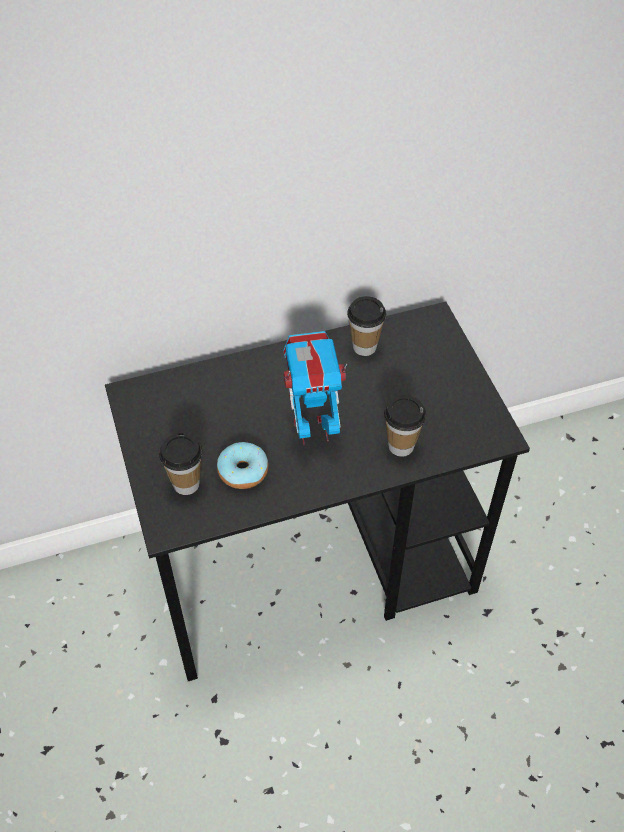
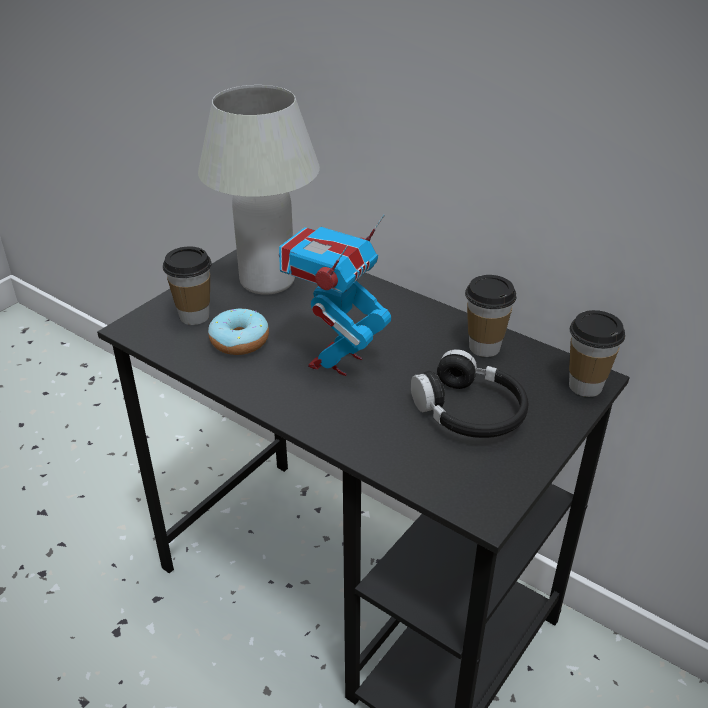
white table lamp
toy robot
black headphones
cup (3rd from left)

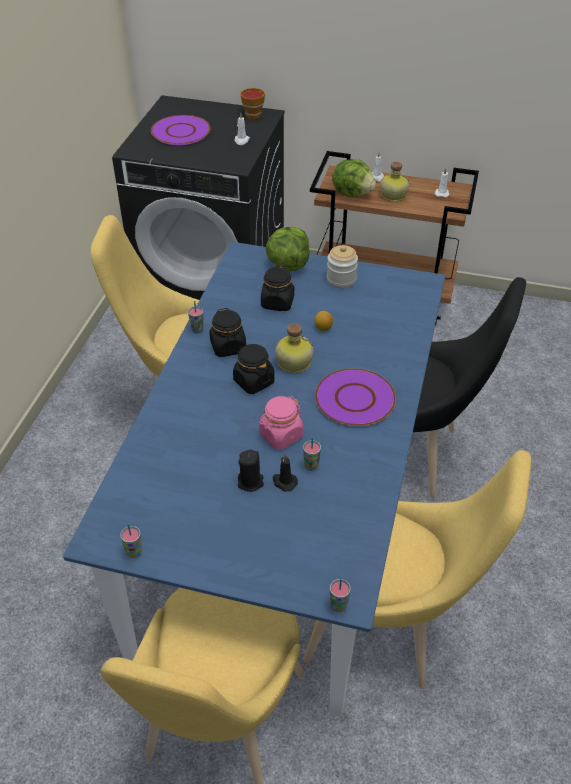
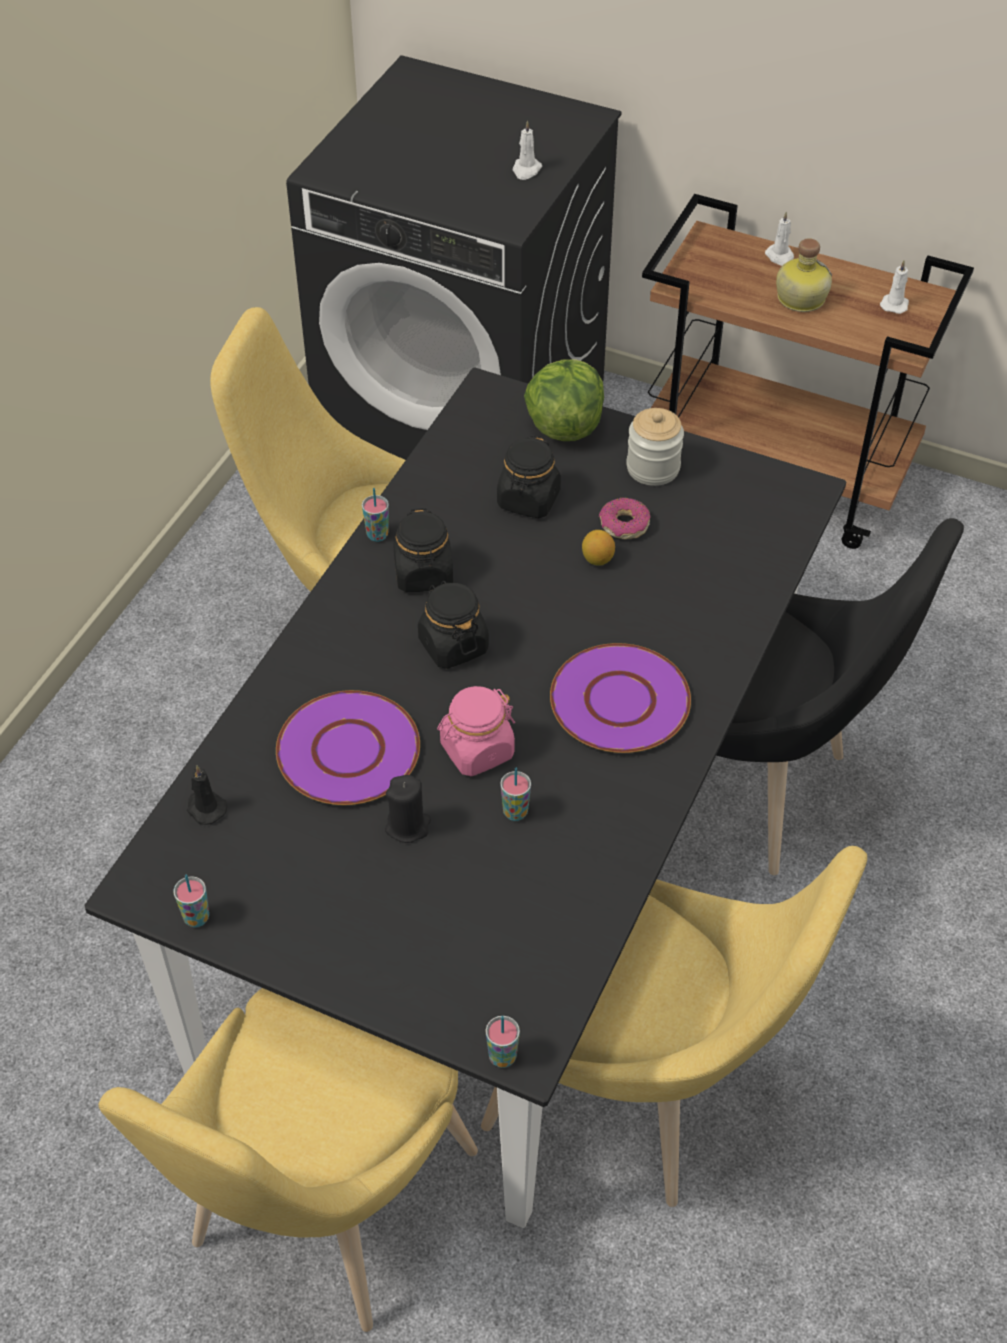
black dining table
black candle (1st from left)
purple plate (1st from left)
donut
cup (3rd from left in the first image)
bottle (1st from left in the first image)
lettuce (2nd from left in the first image)

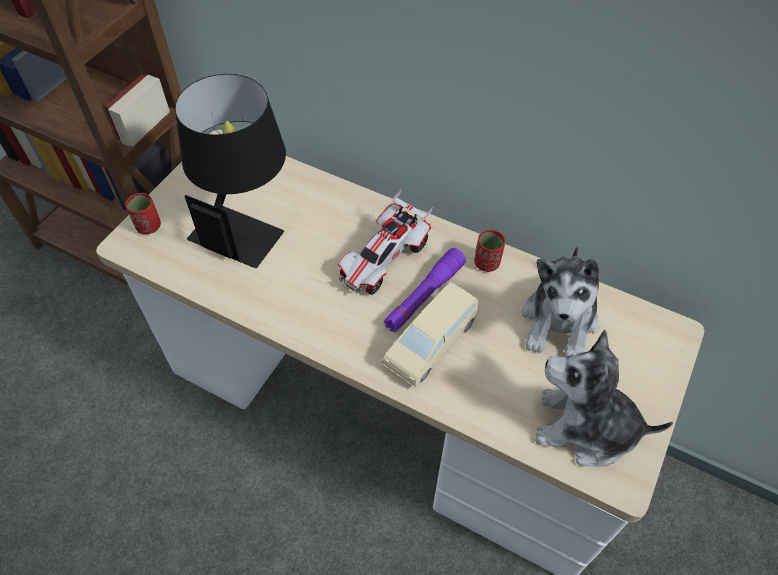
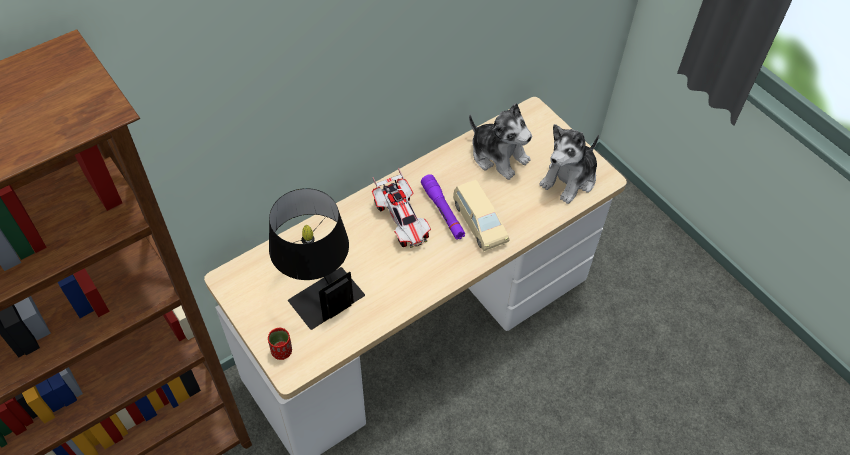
red cup (2nd from left in the first image)

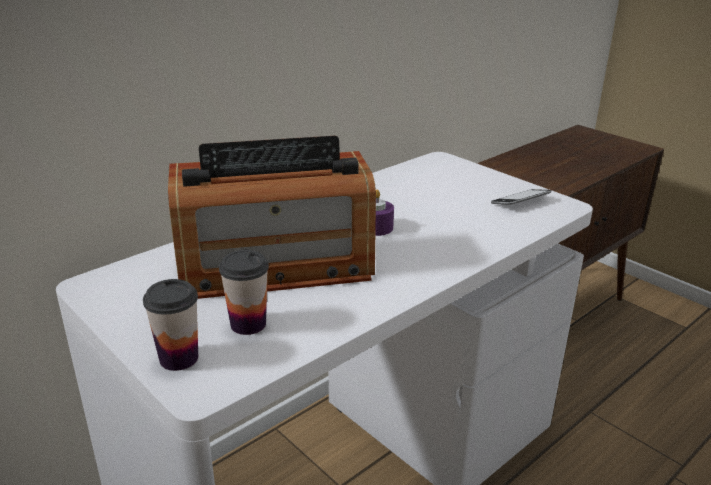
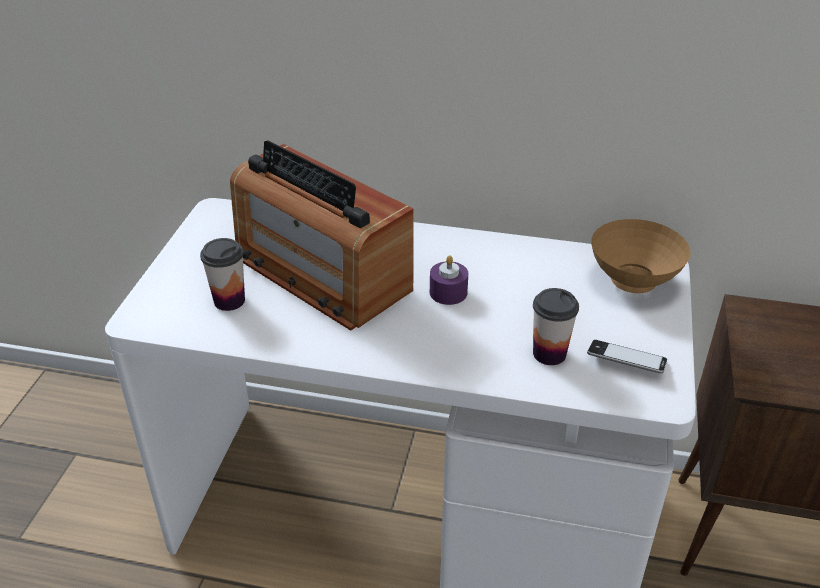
cup (2nd from left)
brown bowl

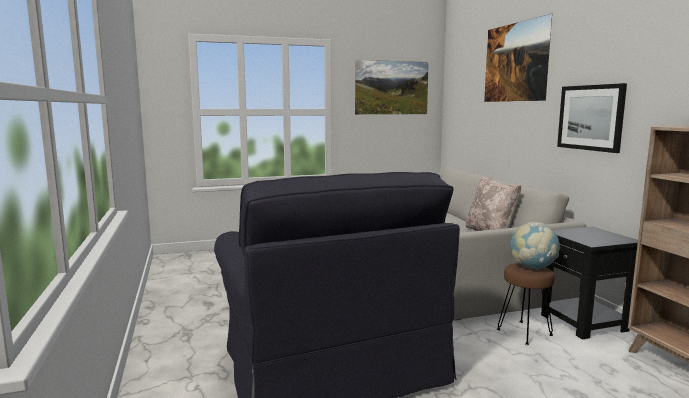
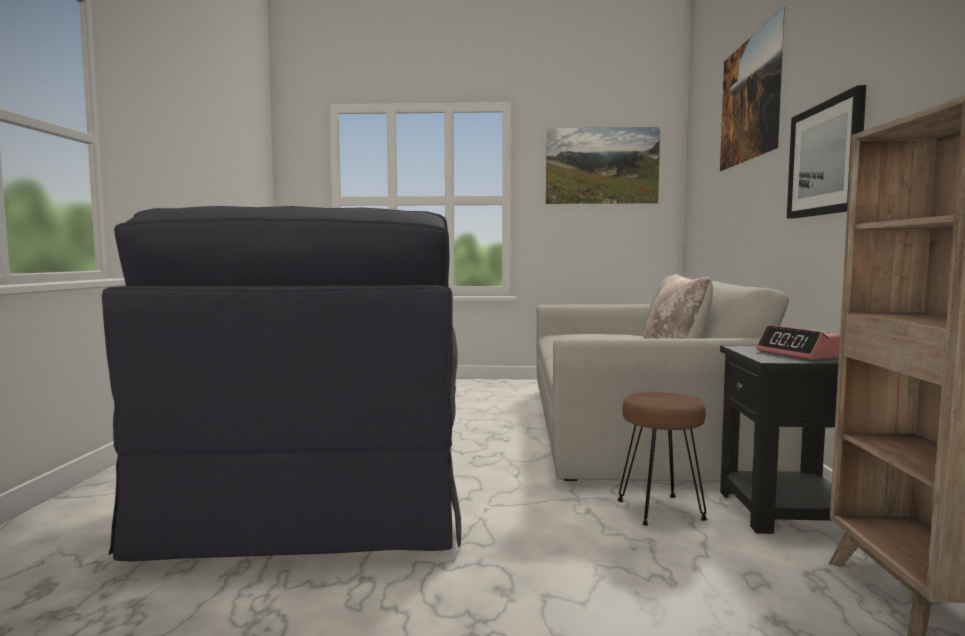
alarm clock
globe

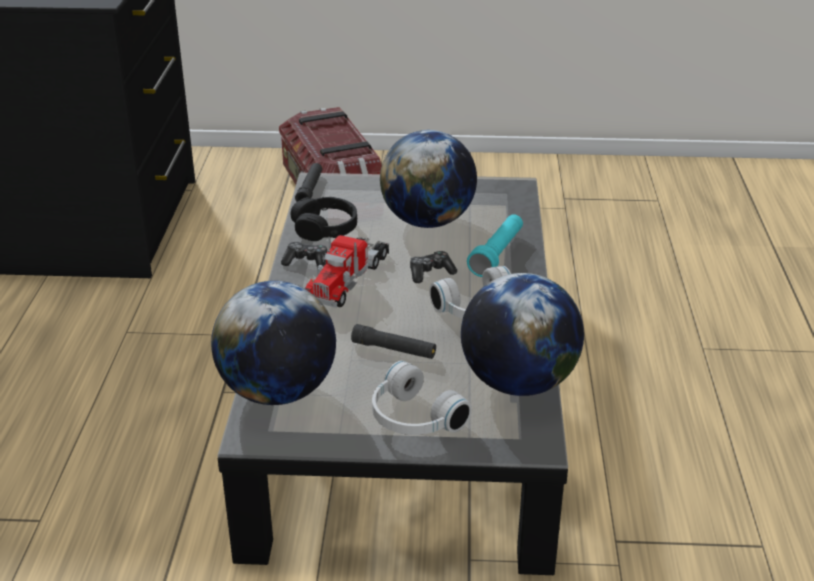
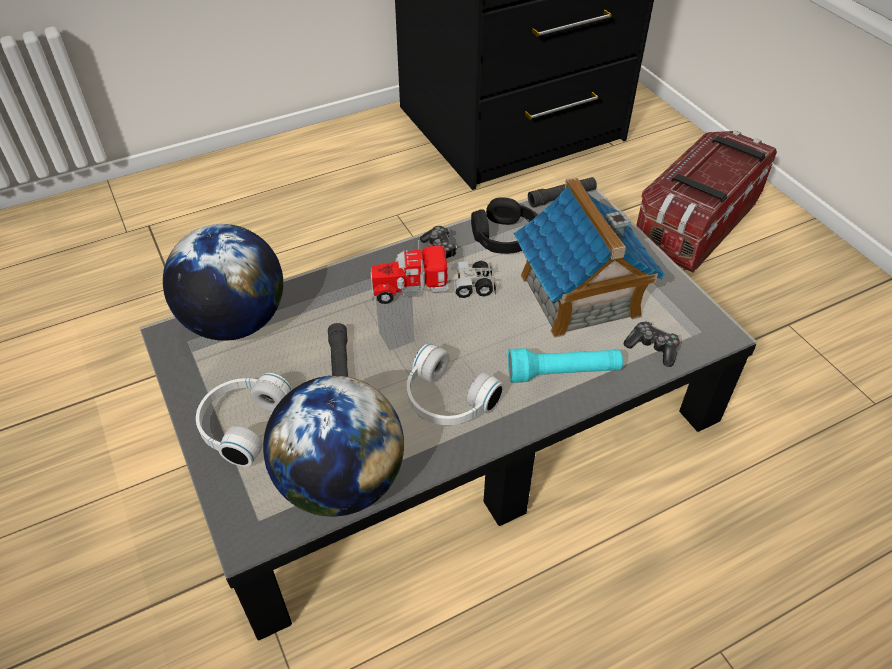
toy house
game controller (2nd from left)

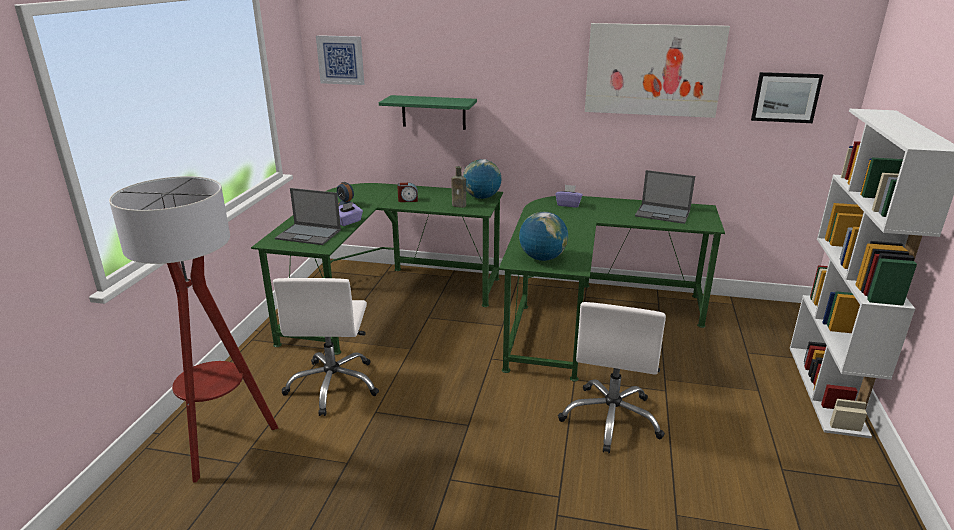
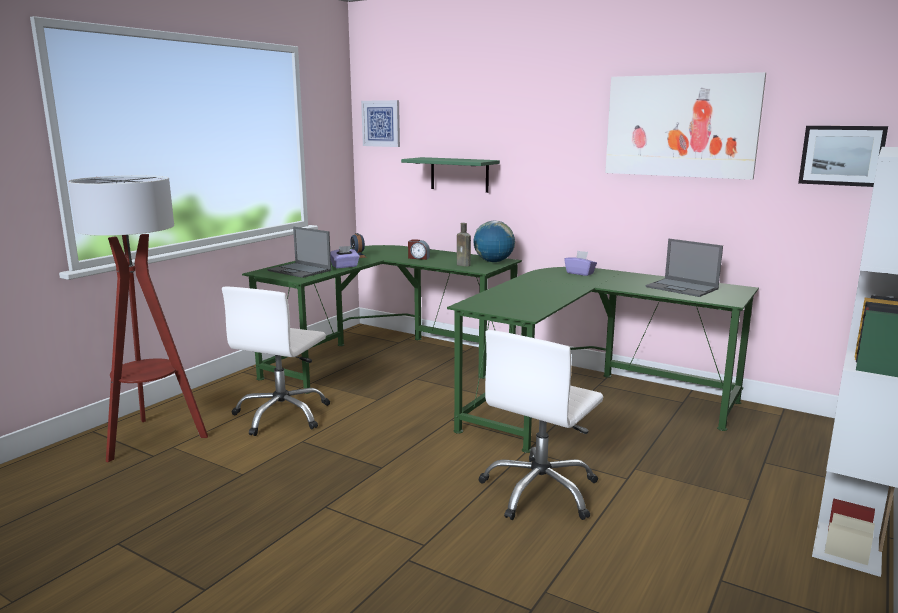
globe (2nd from left in the first image)

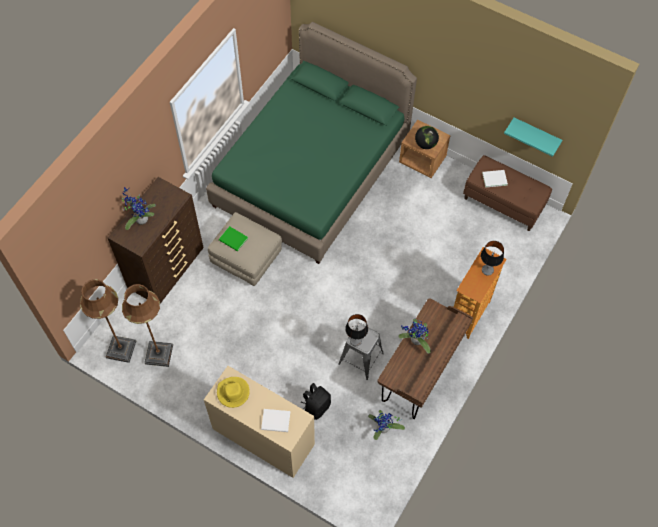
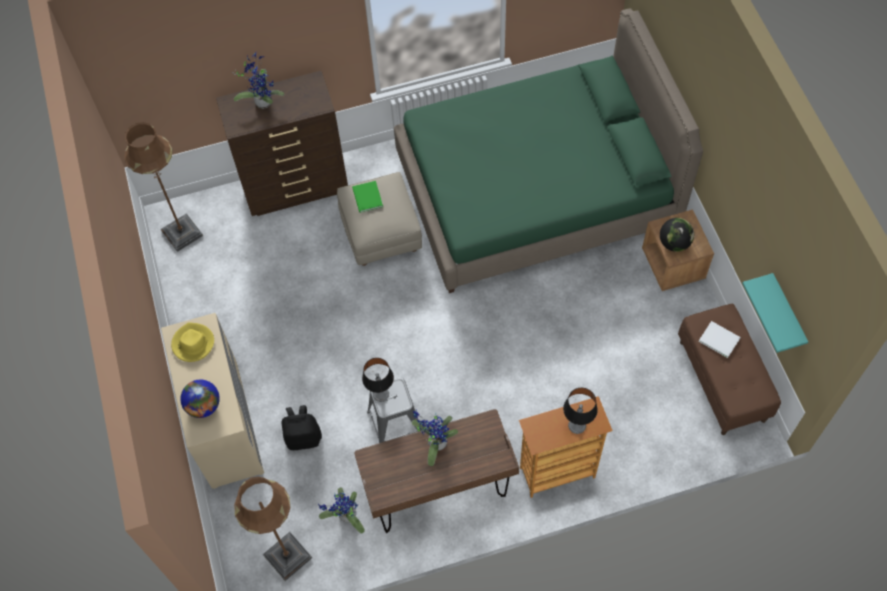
globe (1st from left)
brown floor lamp (2nd from left)

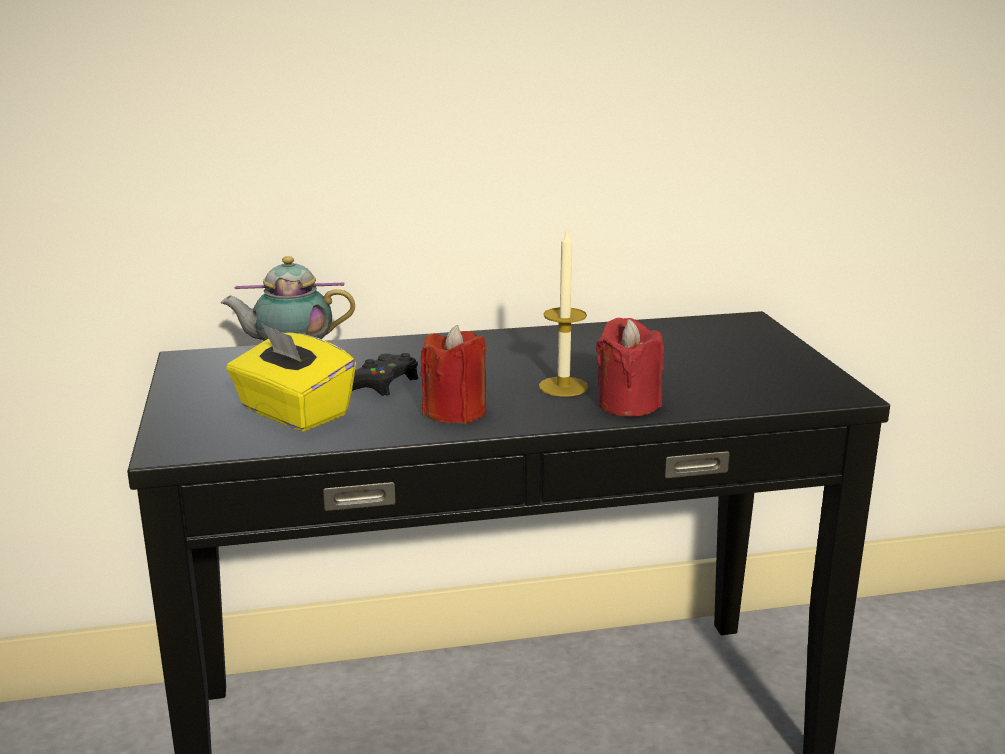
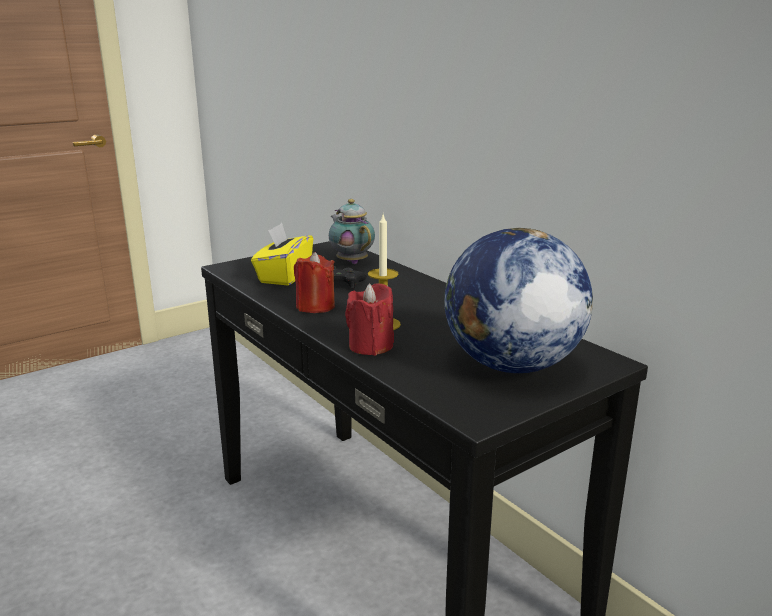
globe

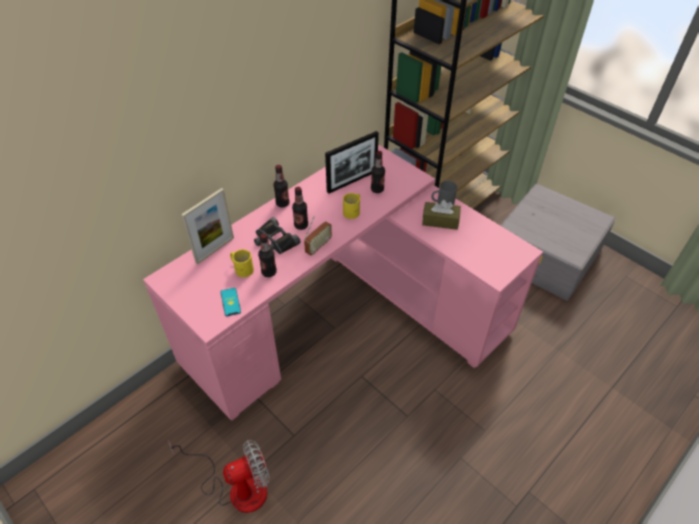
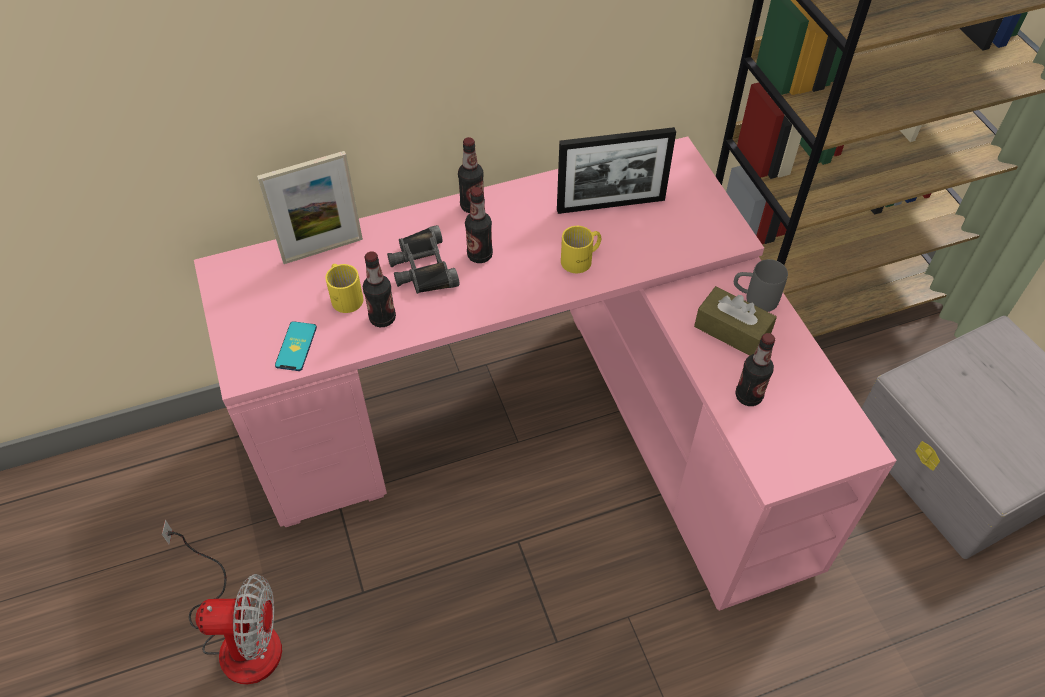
bottle (4th from left)
radio

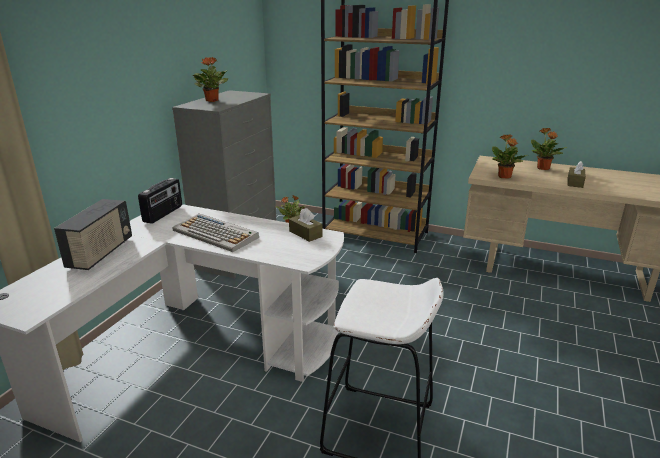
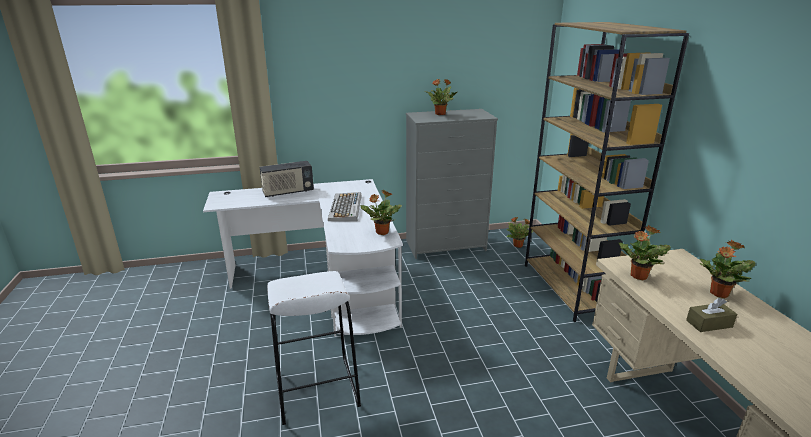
potted plant (1st from left)
radio (2nd from left in the first image)

